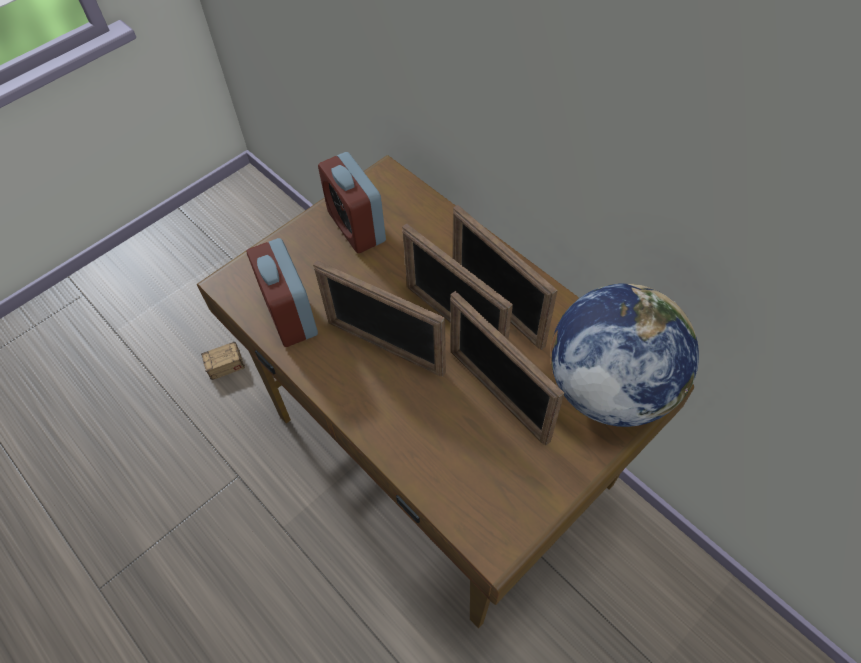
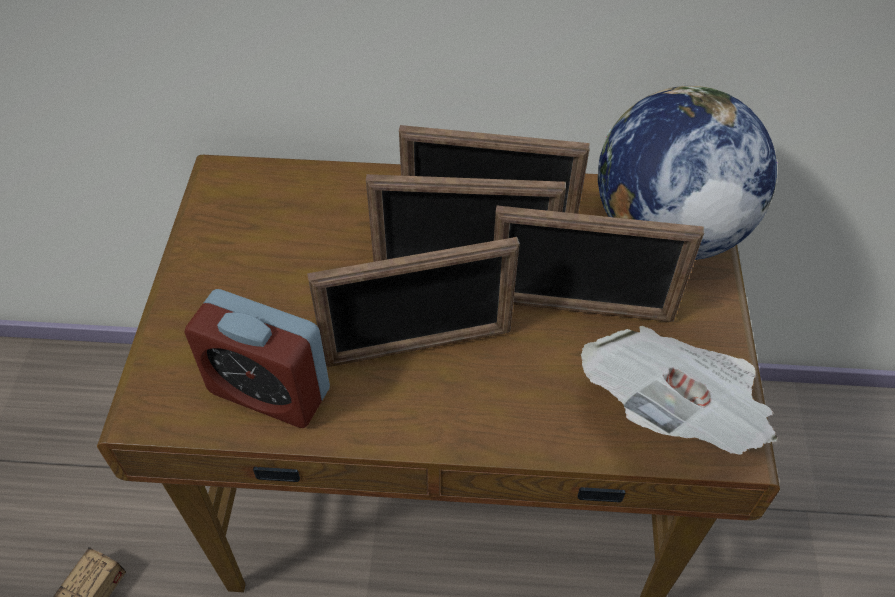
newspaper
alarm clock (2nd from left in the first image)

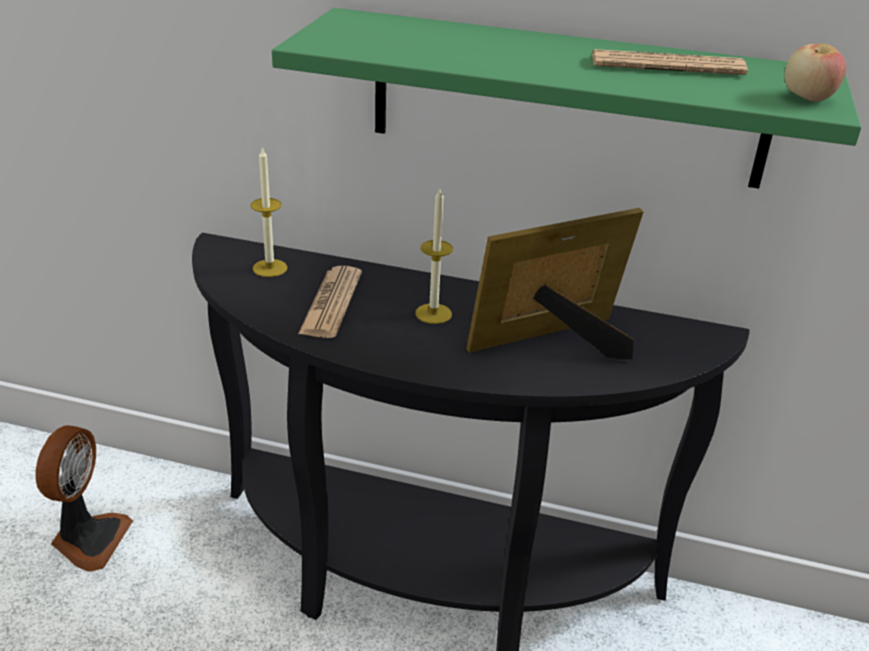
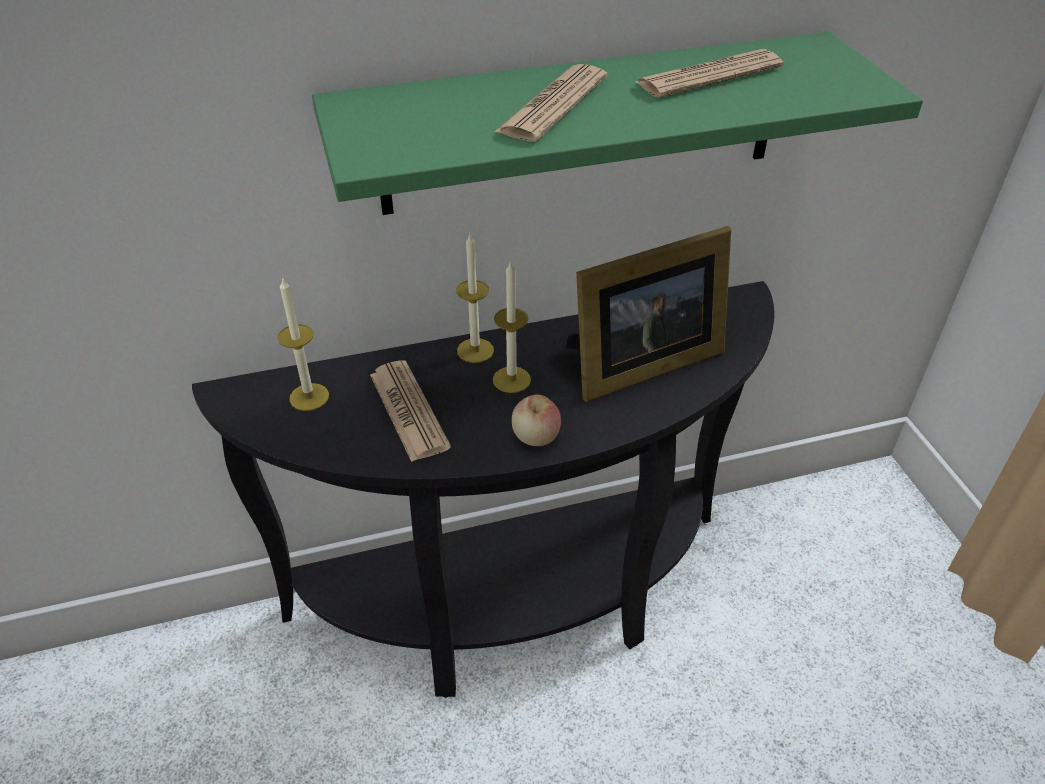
candle (2nd from left)
newspaper (2nd from left)
apple
picture frame
fan

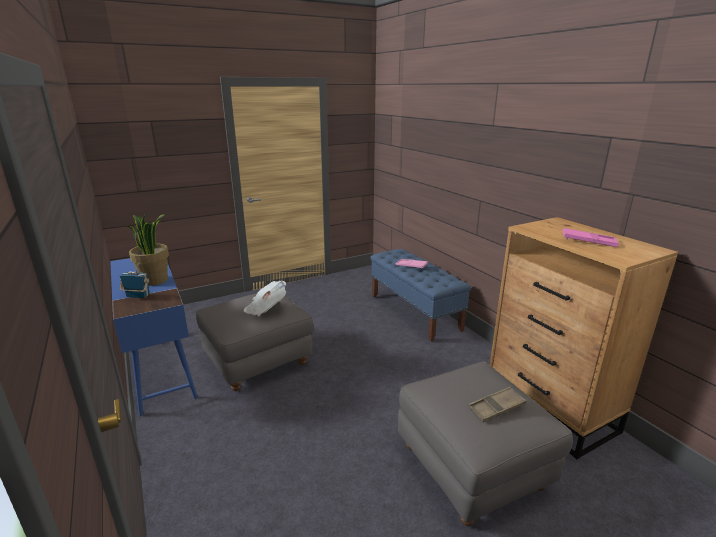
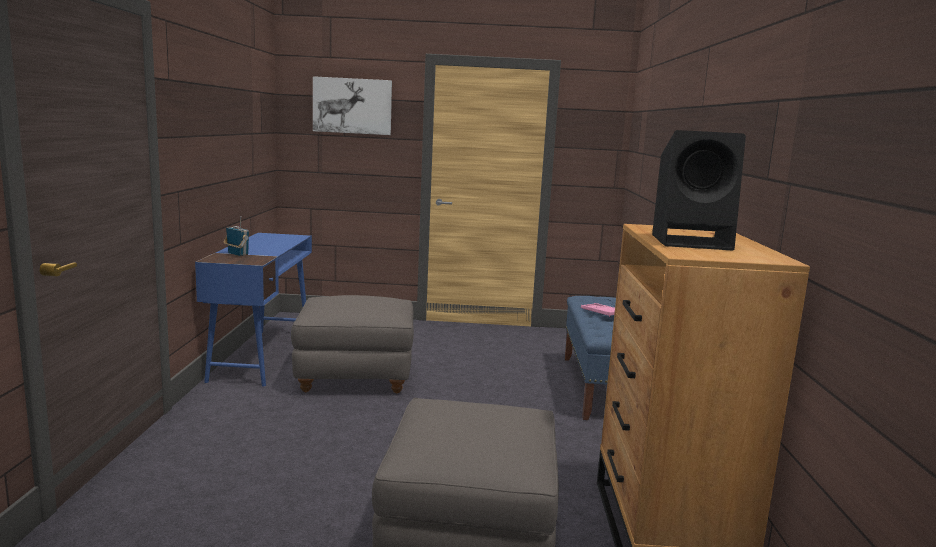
picture
black speaker
potted plant
newspaper
brown tray

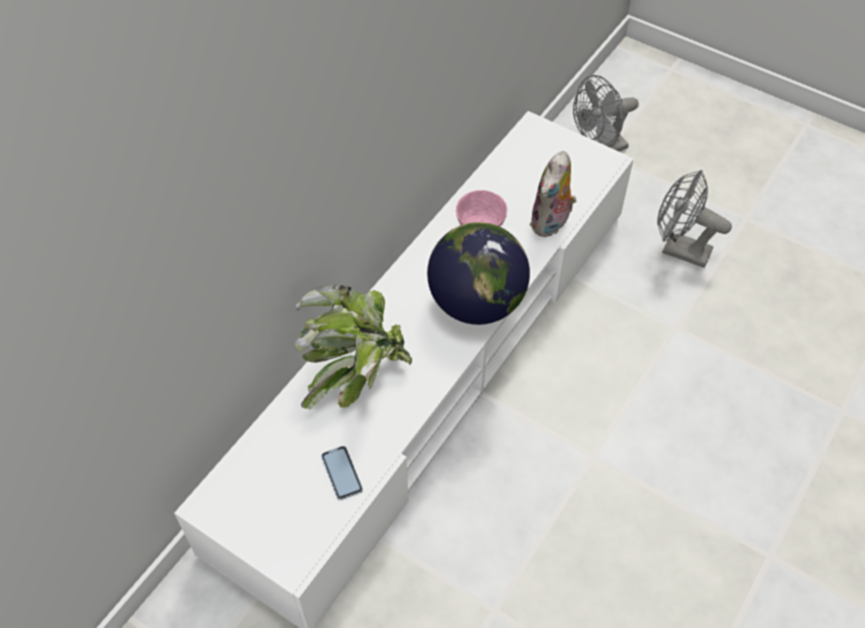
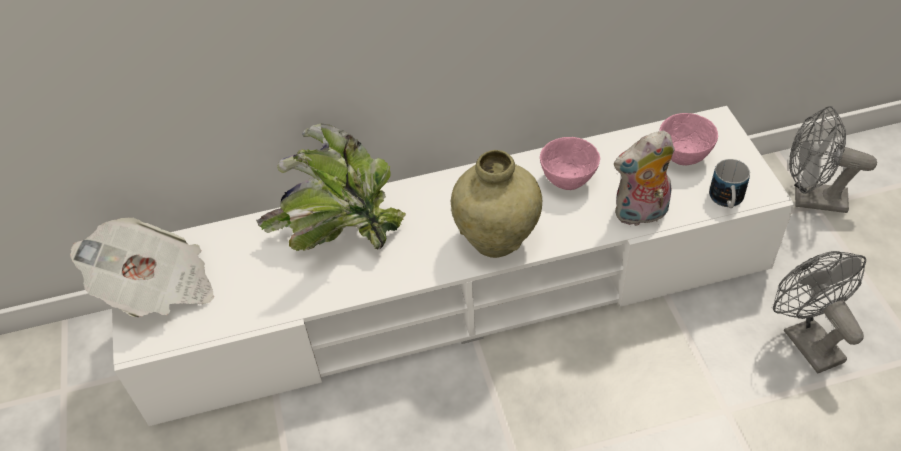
newspaper
beige vase
pink bowl (2nd from left)
mug
phone

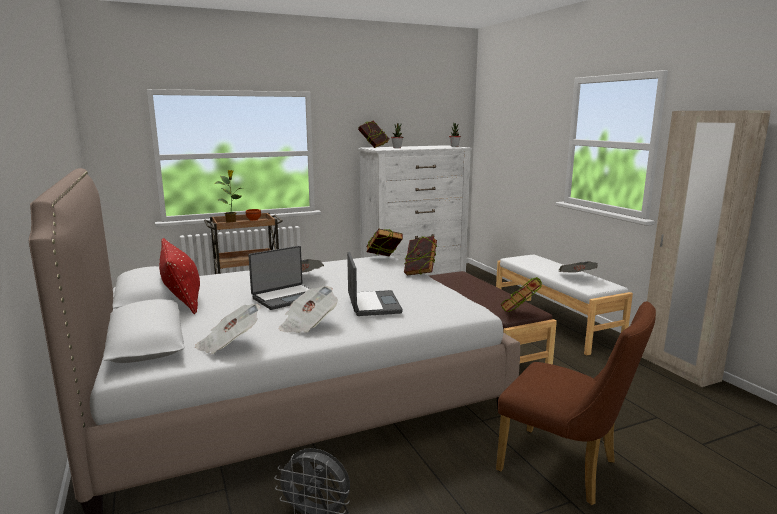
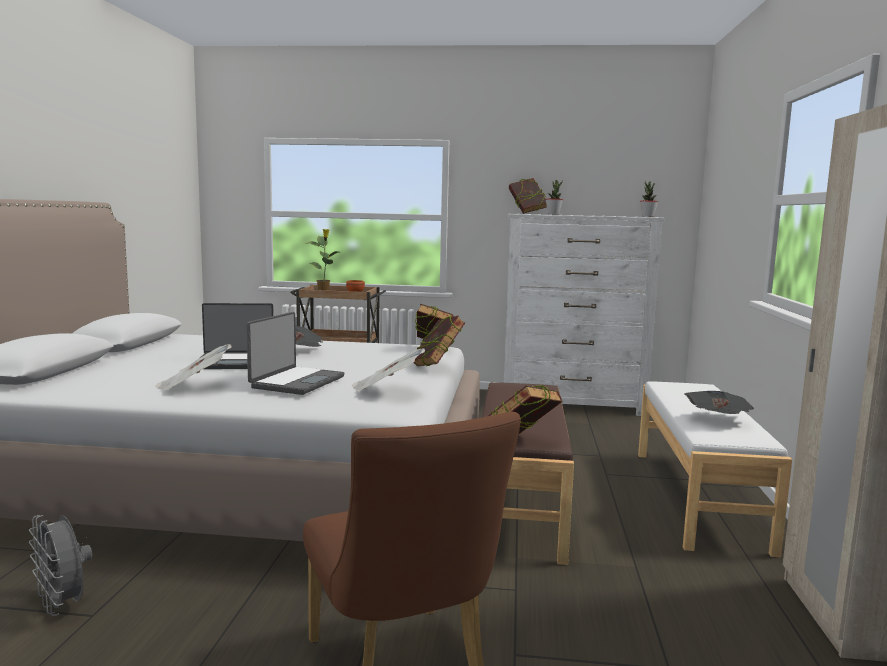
newspaper (3rd from left)
red pillow

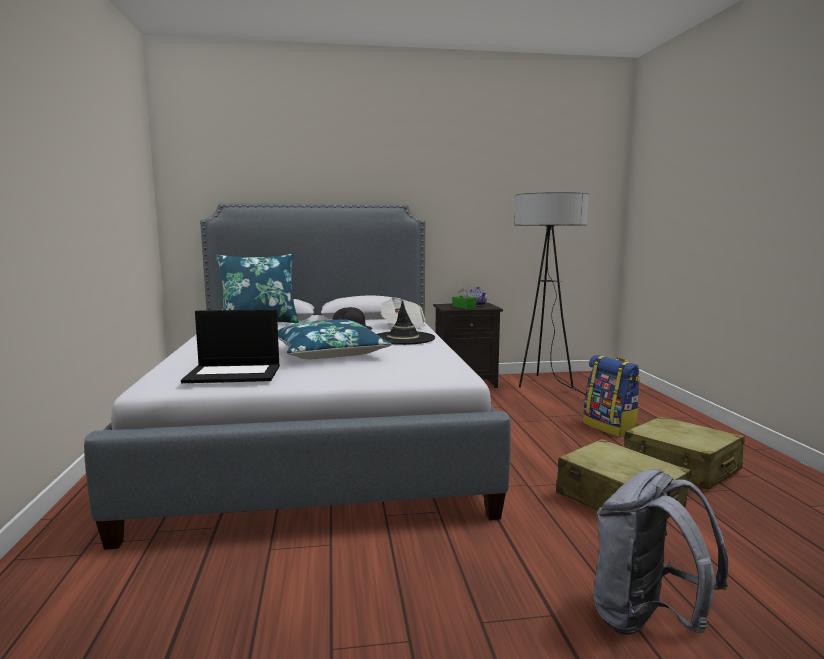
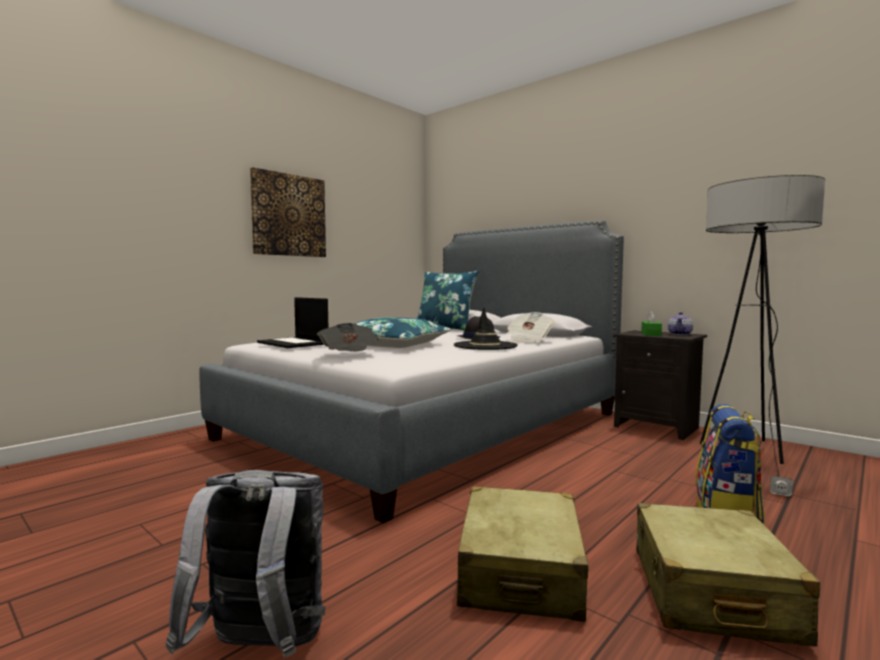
picture
newspaper (1st from left)

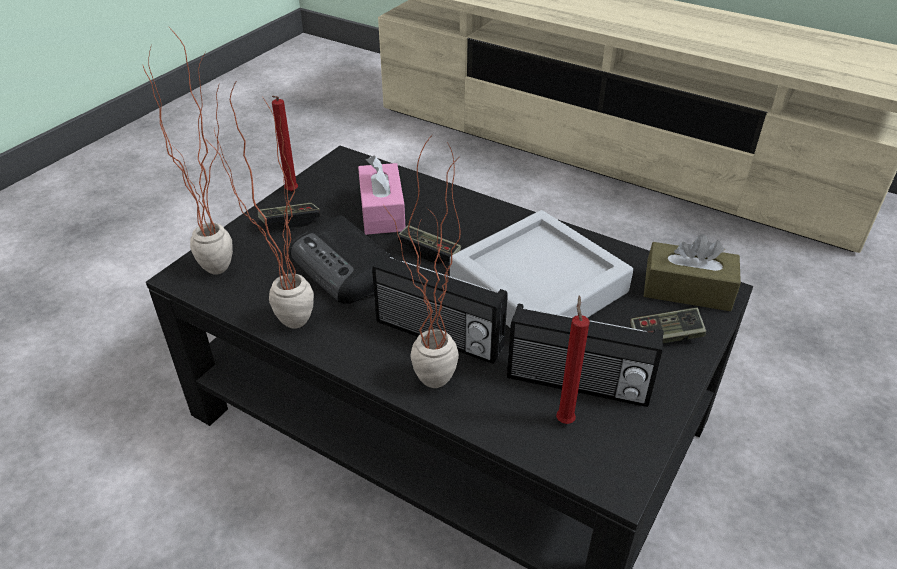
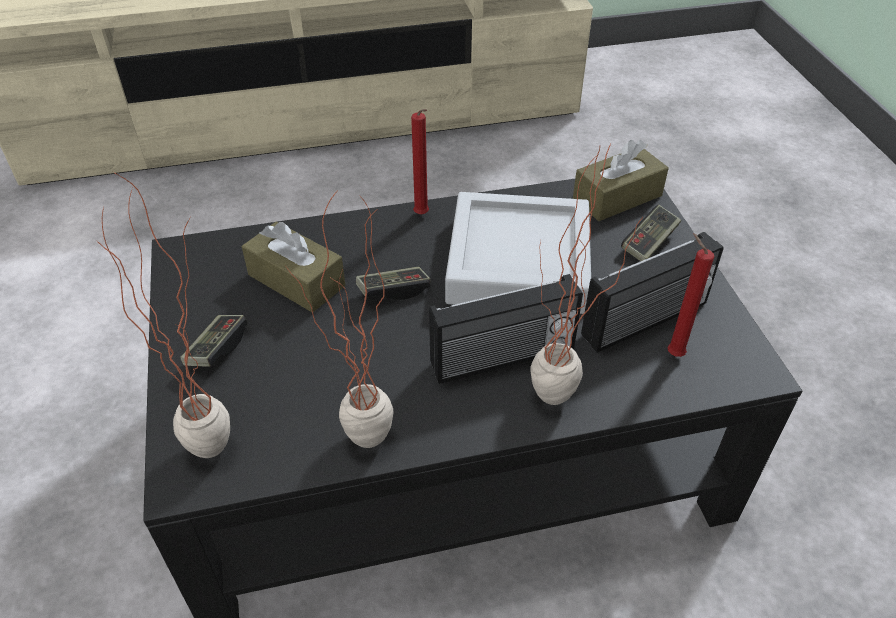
brown tissue box (1st from left)
red candle (1st from left)
radio (1st from left in the first image)

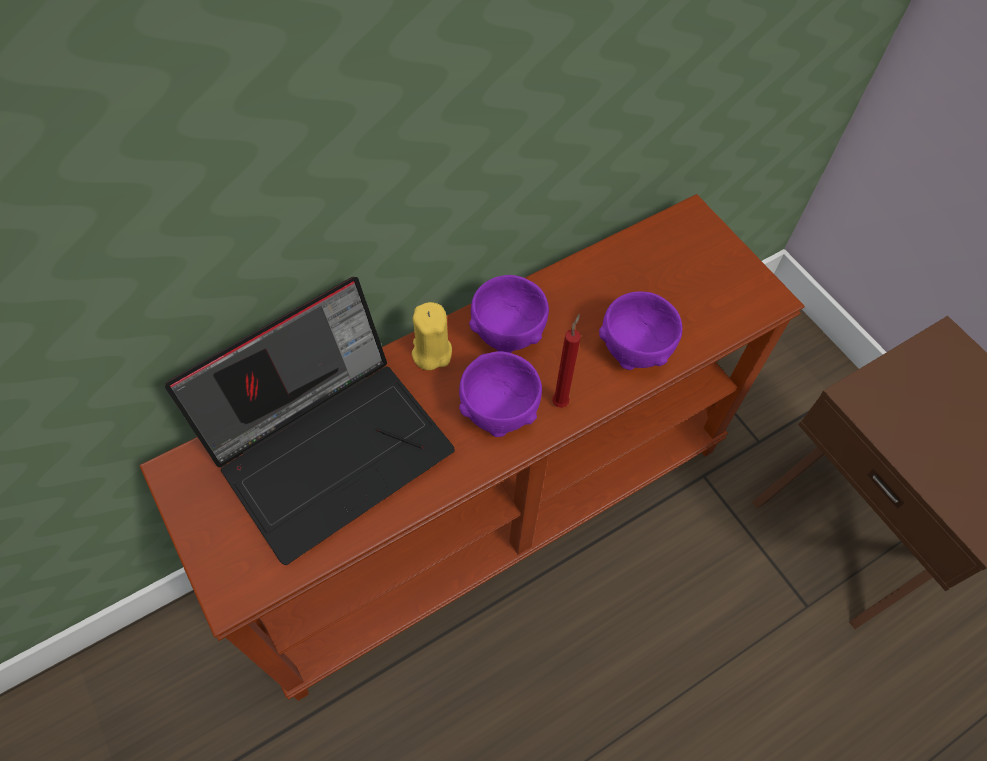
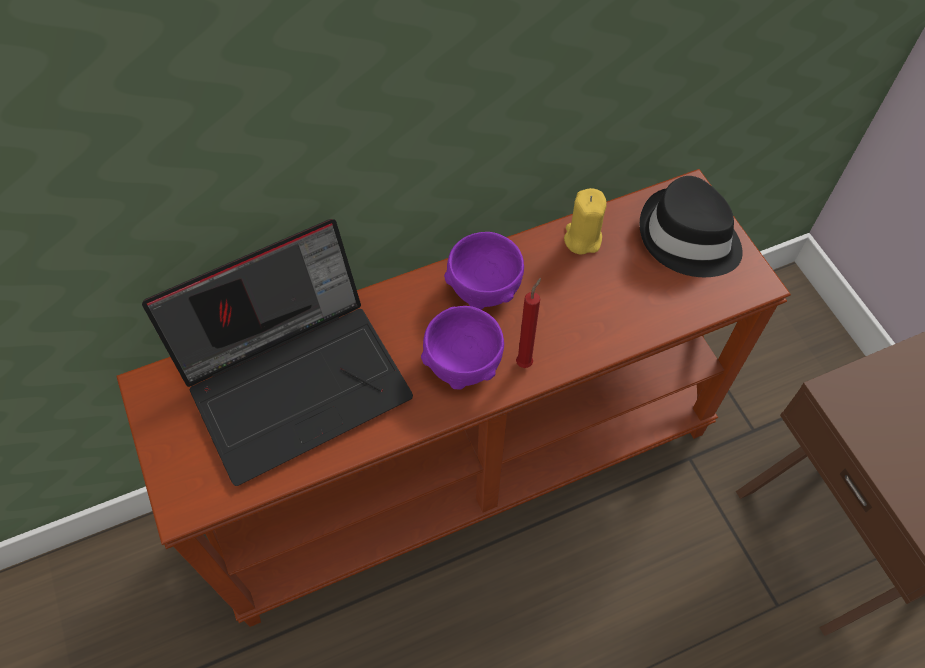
yellow candle
black hat
purple bowl (3rd from left in the first image)

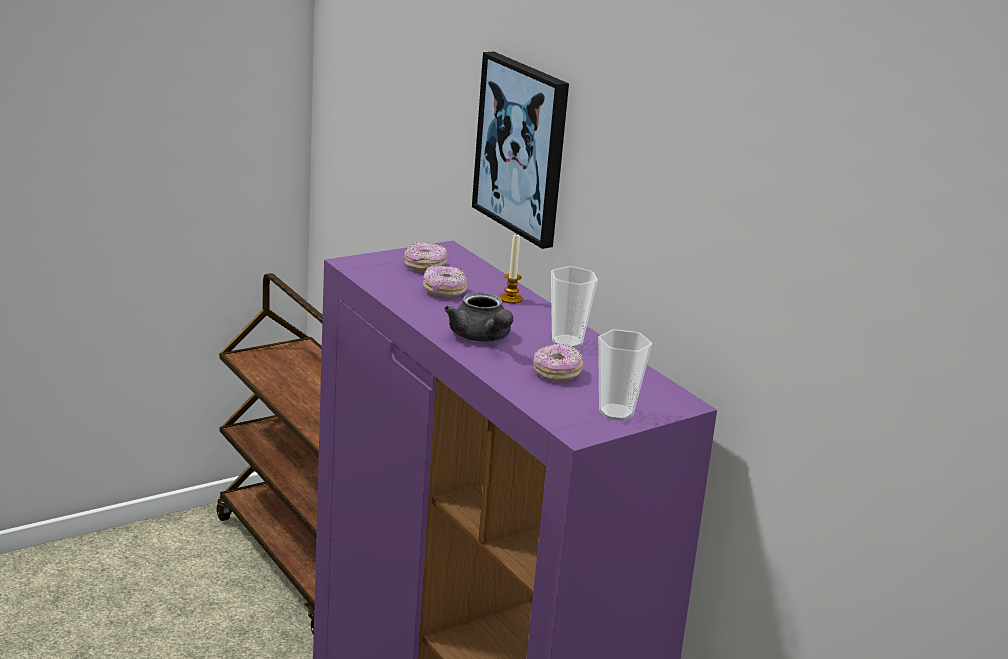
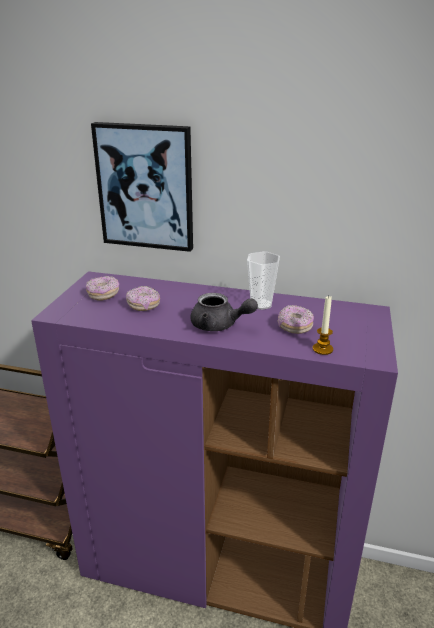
candle
cup (2nd from left in the first image)

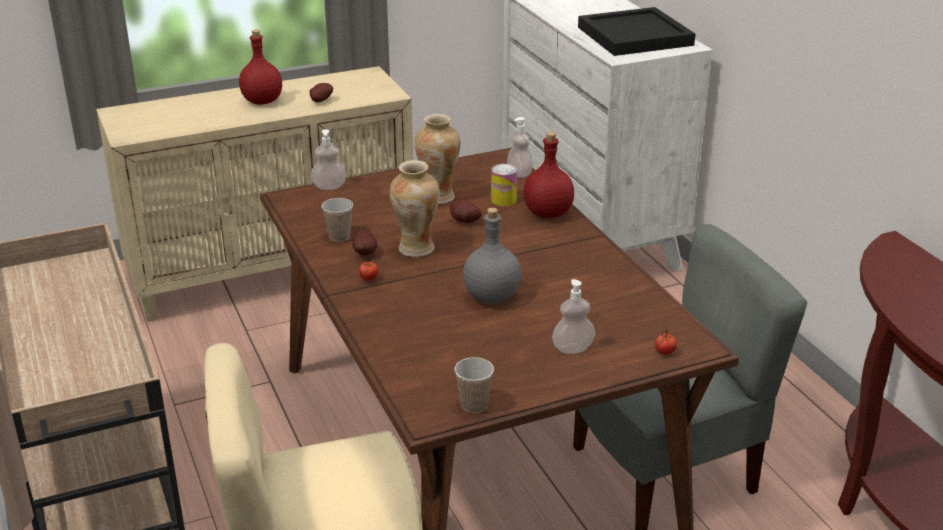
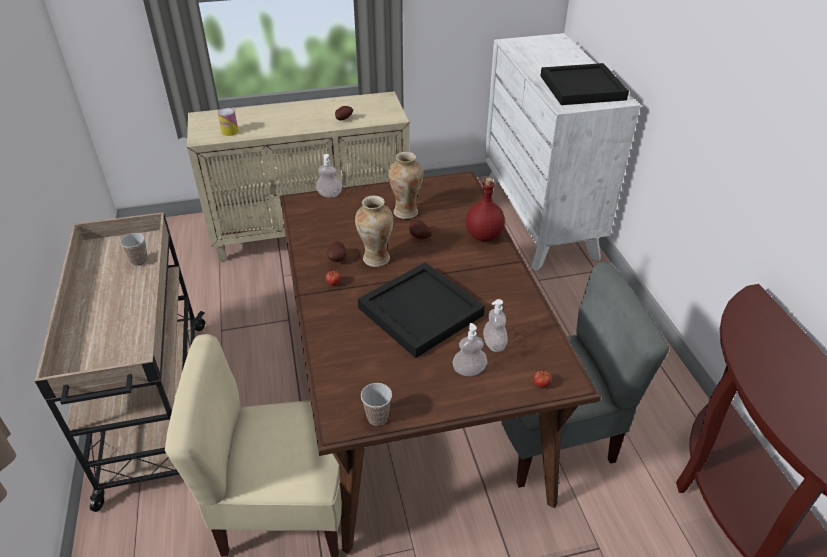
cup (1st from left)
can
black tray (1st from left)
soap dispenser (3rd from left)
red bottle (1st from left in the first image)

